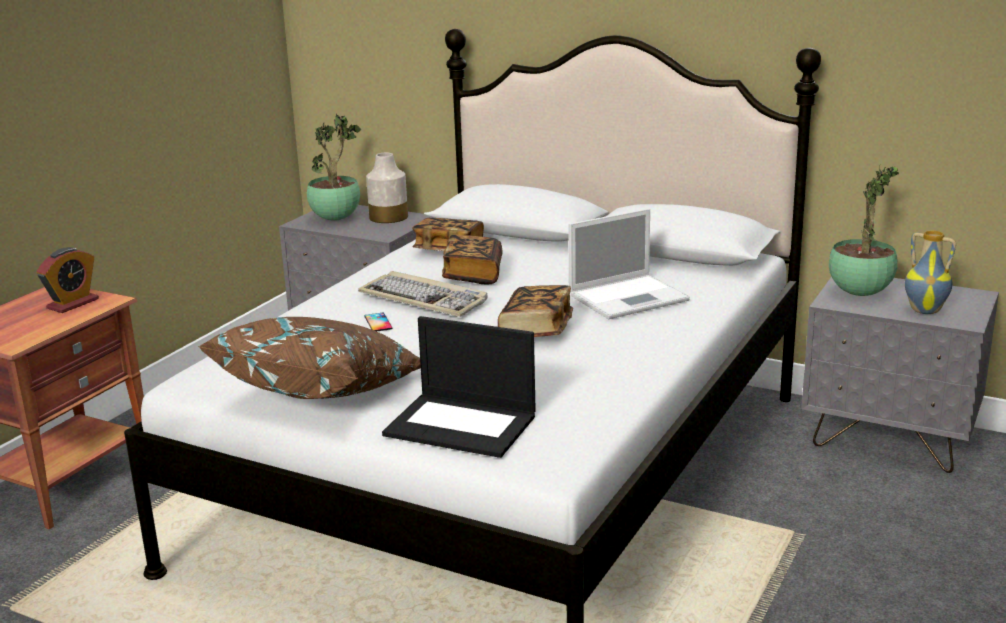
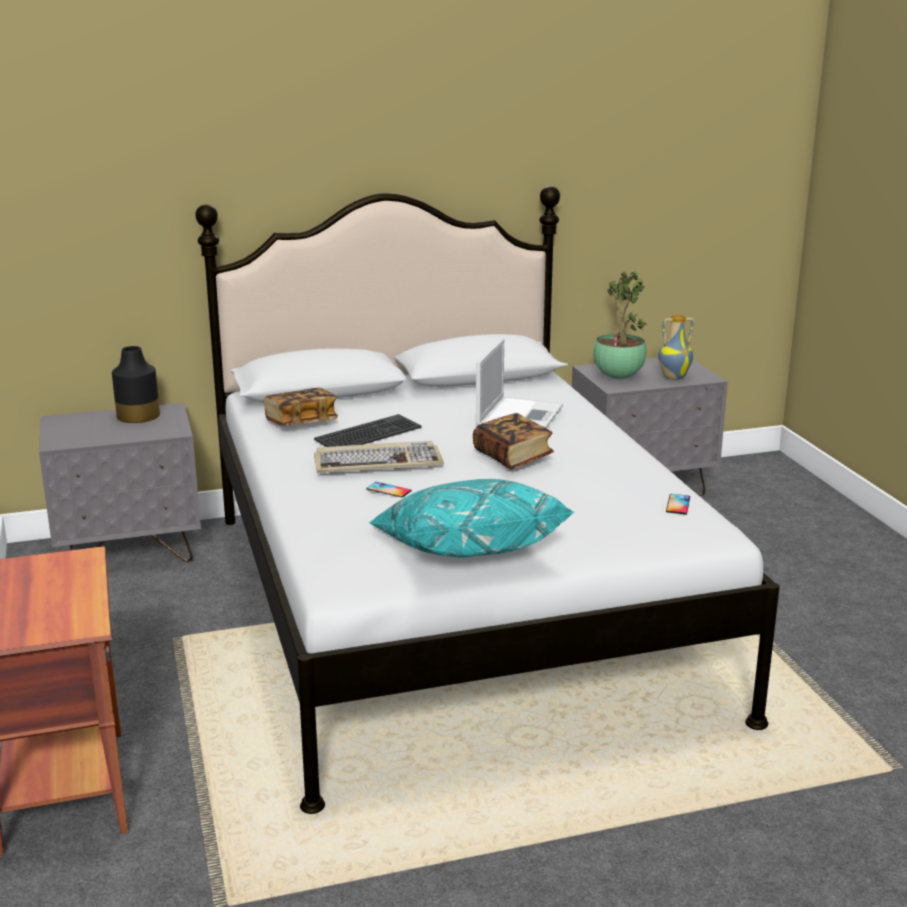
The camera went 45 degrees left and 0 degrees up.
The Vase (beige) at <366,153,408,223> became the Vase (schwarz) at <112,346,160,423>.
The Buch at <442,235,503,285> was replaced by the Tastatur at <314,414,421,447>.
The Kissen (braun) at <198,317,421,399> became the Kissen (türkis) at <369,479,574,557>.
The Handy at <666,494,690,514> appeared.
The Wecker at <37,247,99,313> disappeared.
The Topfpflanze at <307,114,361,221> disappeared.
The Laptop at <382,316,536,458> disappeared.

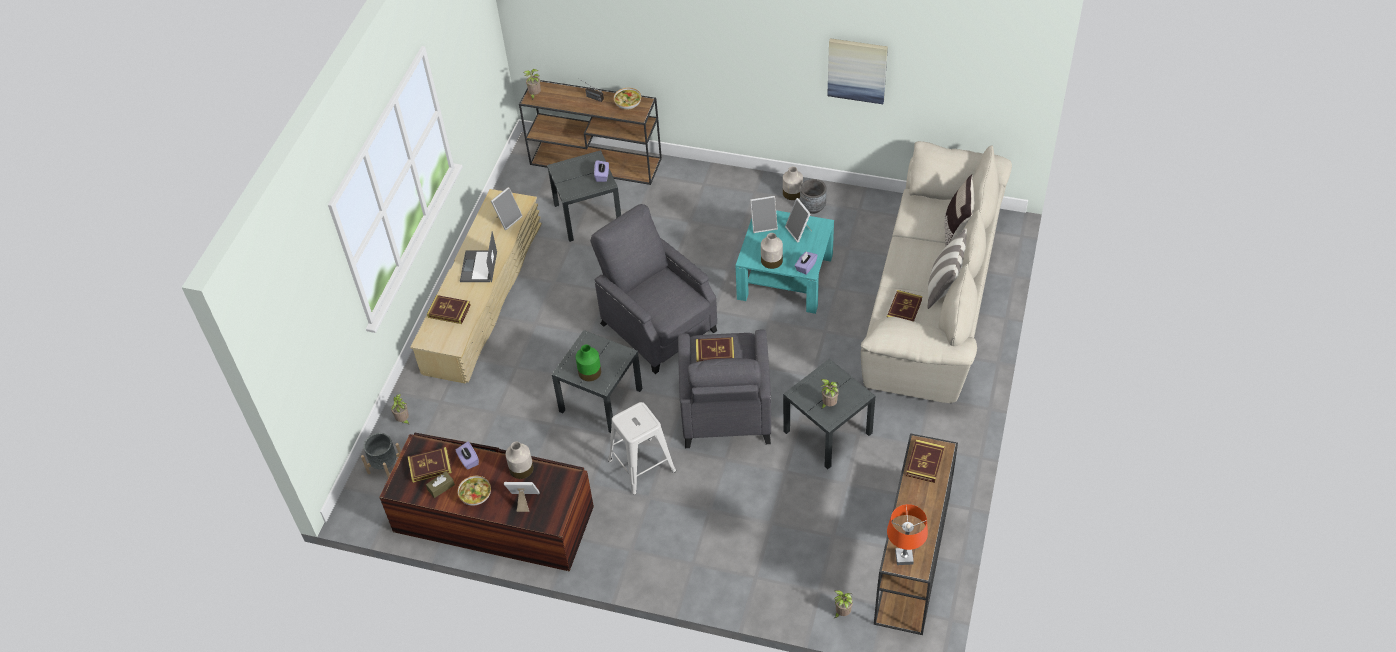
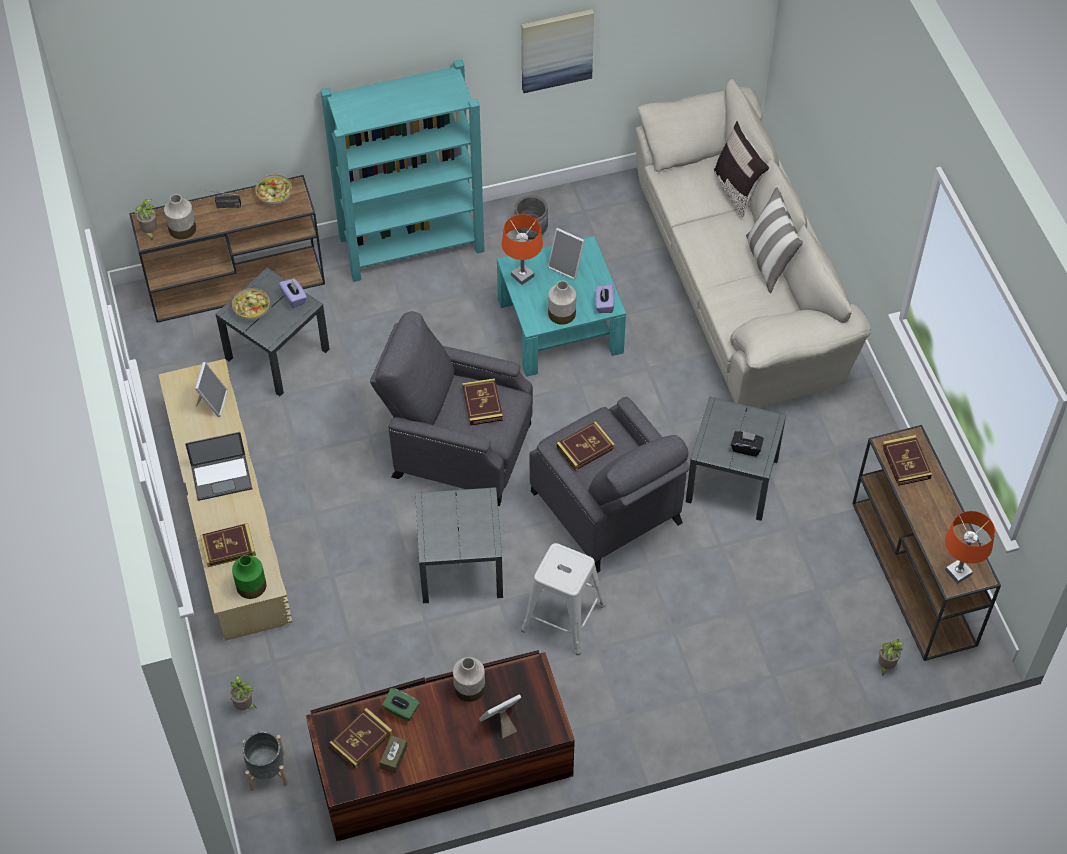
The camera went 35 degrees left and 5 degrees up.
The Vase (beige) moved from <783,166,803,200> to <164,194,196,239>.
The Laptop at <460,231,497,282> turned 75 degrees counterclockwise.
The Schüssel moved from <458,476,491,506> to <232,288,270,320>.
The Vase (grün) moved from <576,345,601,381> to <232,555,266,599>.
The Bücherregal (türkis) at <321,60,485,282> appeared.
The Taschentuchbox (lila) at <456,442,479,470> became the Taschentuchbox (grün) at <382,688,420,721>.
The Buch moved from <887,290,922,322> to <462,378,503,426>.
The Bilderrahmen at <750,196,778,233> was replaced by the Tischlampe (orange) at <502,214,543,285>.
The Topfpflanze at <820,379,839,409> was replaced by the Taschentuchbox (schwarz) at <731,431,764,457>.

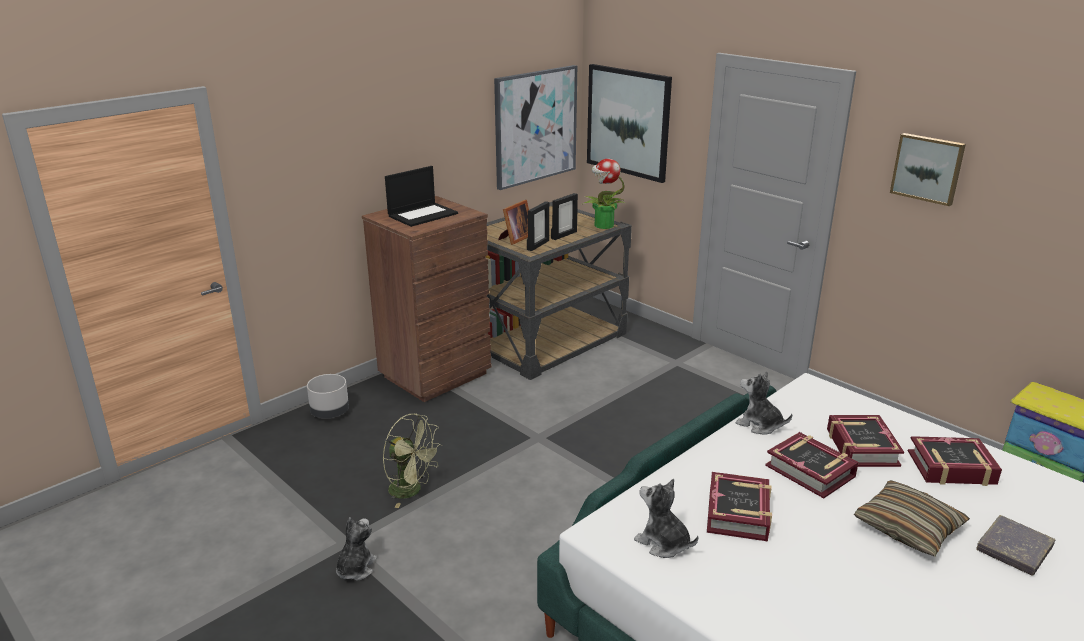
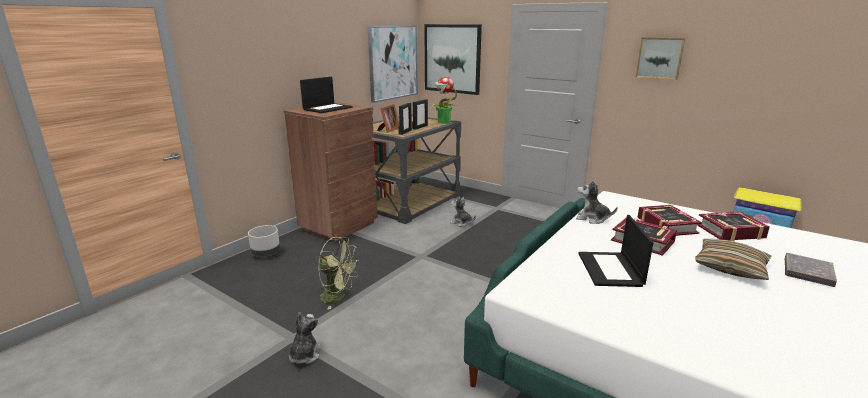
The camera went 10 degrees left and 5 degrees down.
The Plüschtier moved from <634,479,699,558> to <450,196,476,227>.
The Buch at <707,472,772,542> was replaced by the Laptop at <578,215,654,287>.

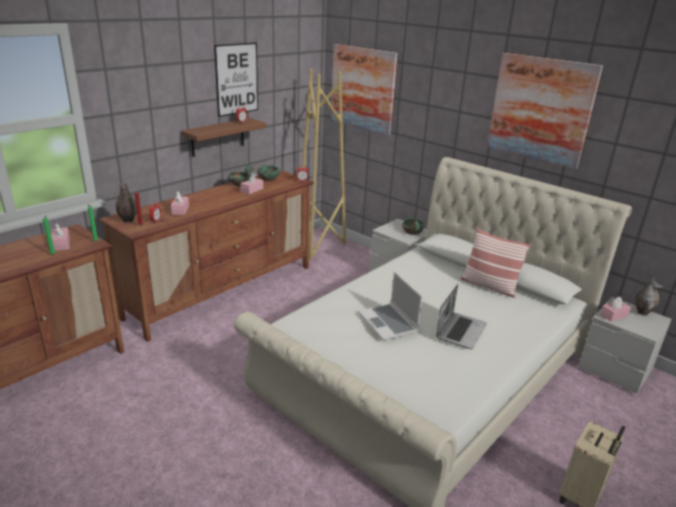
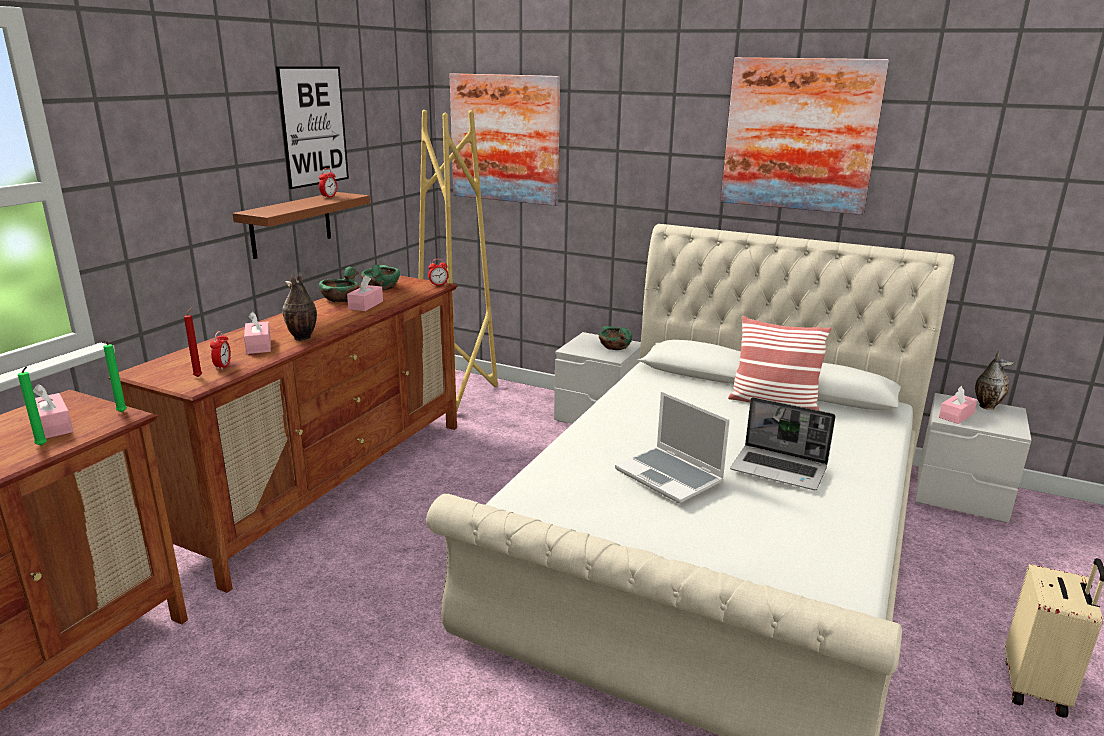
The camera went 15 degrees left and 5 degrees down.
The Vase moved from <116,182,137,223> to <282,273,317,341>.
The Laptop at <436,284,487,349> turned 105 degrees clockwise.

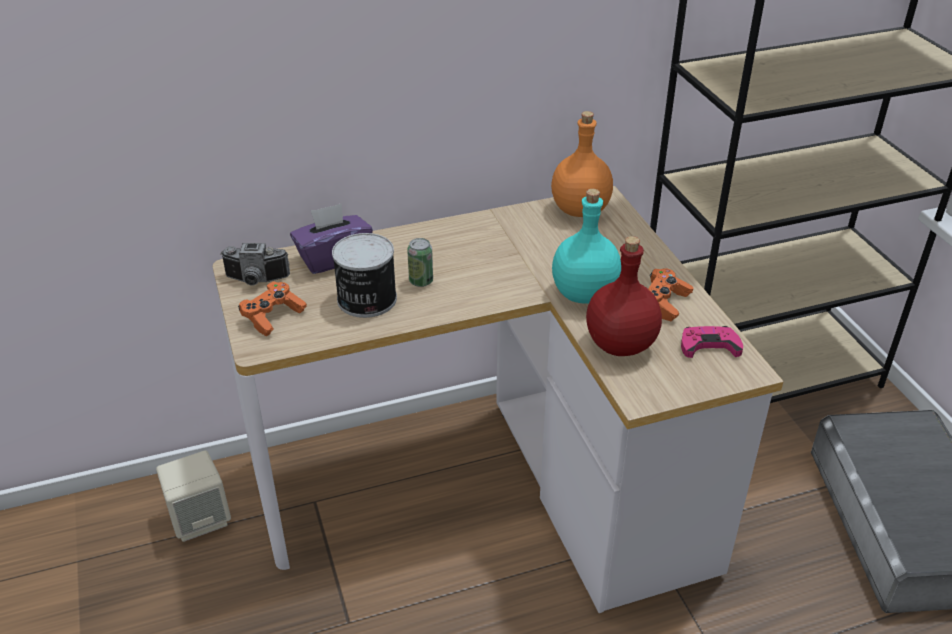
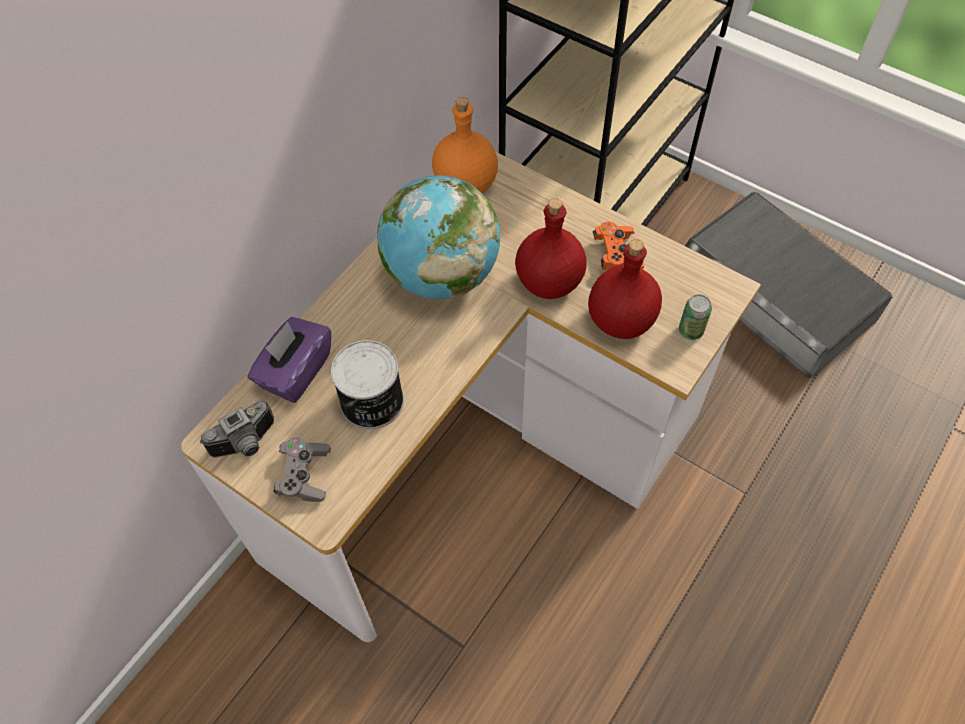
The camera went 35 degrees left and 20 degrees up.
The Gamepad (orange) at <238,282,307,336> became the Gamepad (grau) at <273,437,331,502>.
The Globus at <377,175,500,299> appeared.
The Flasche (türkis) at <552,189,621,304> became the Flasche (rot) at <515,198,587,299>.
The Dose moved from <407,238,433,287> to <679,295,712,340>.
The Lautsprecher (beige) at <156,450,231,542> disappeared.
The Gamepad (rosa) at <681,326,743,358> disappeared.

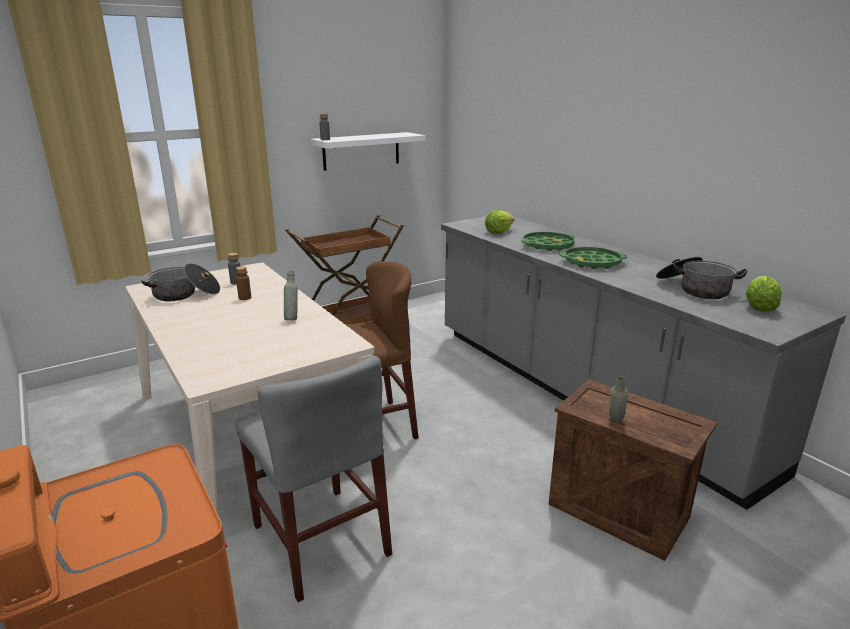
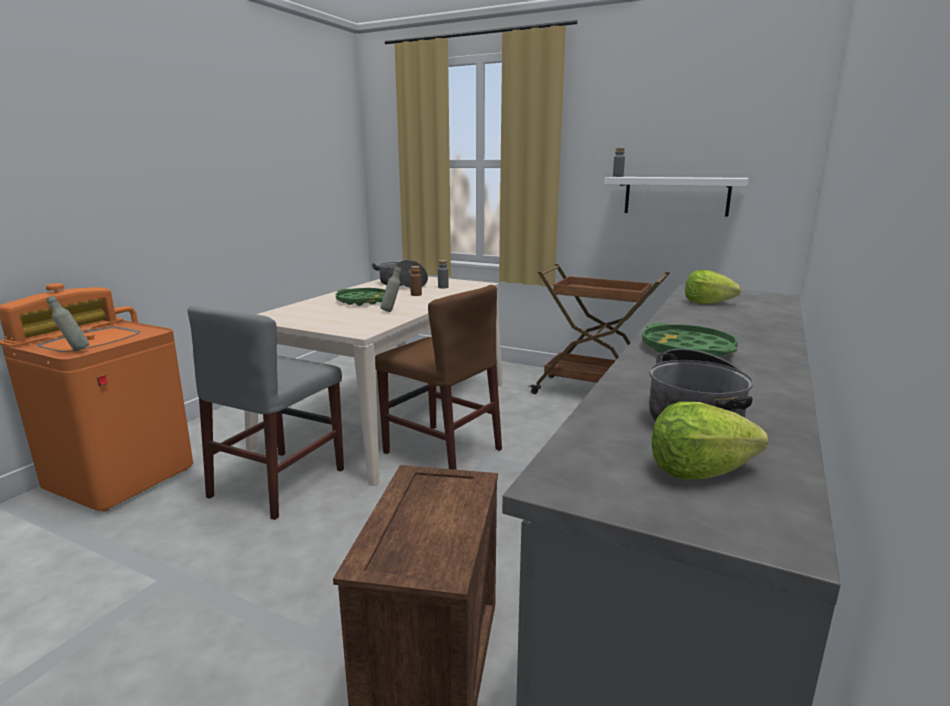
The camera went 60 degrees right and 5 degrees down.
The Flasche (grau) moved from <609,376,628,422> to <46,296,89,352>.
The Tablett (grün) moved from <521,232,575,251> to <336,288,385,306>.

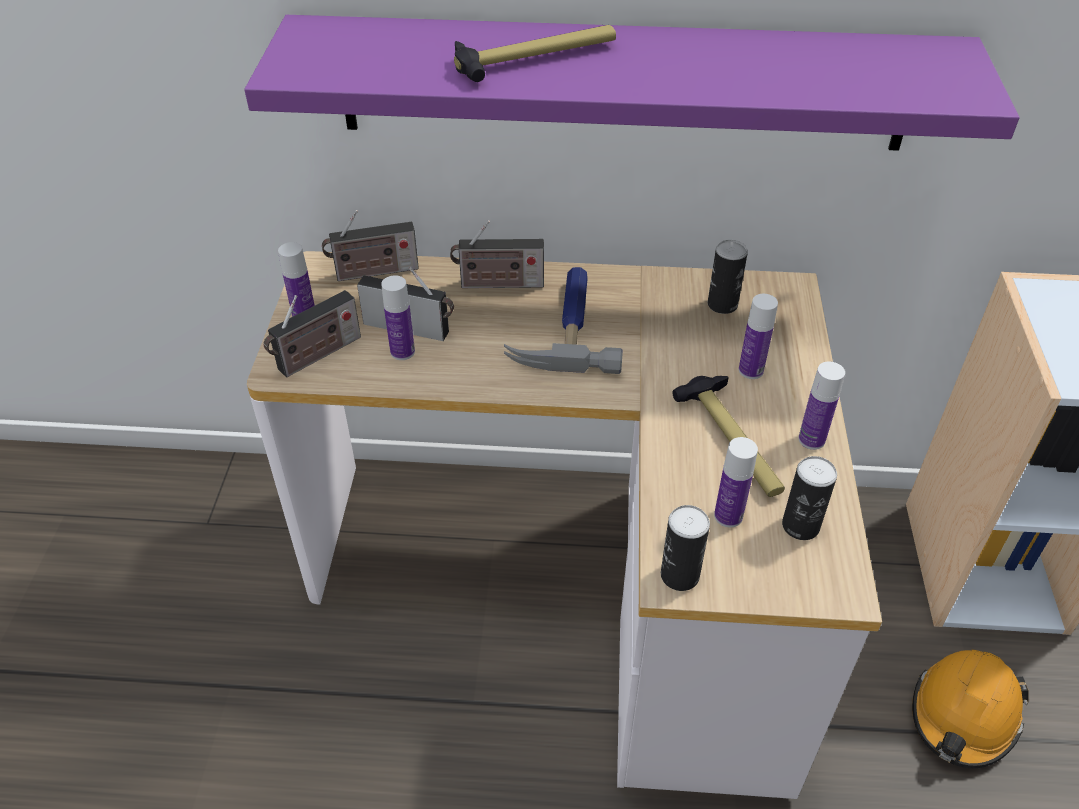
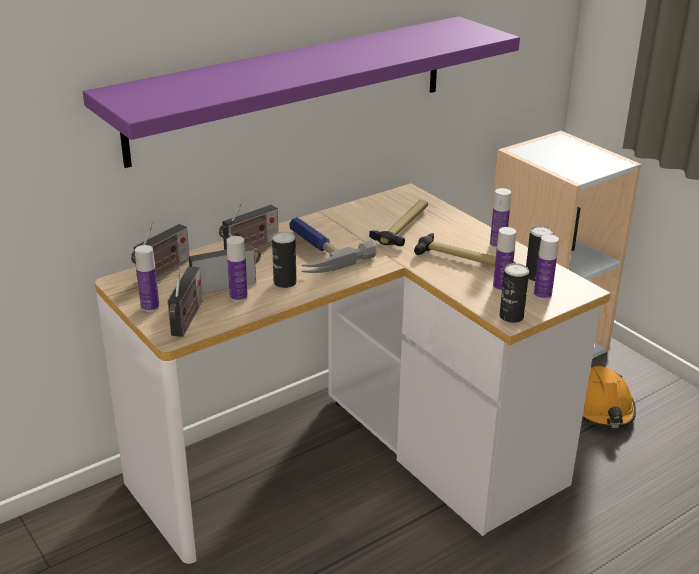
The camera went 40 degrees left and 15 degrees down.
The Dose moved from <708,240,748,314> to <272,231,296,288>.
The Hammer moved from <454,25,616,82> to <369,200,428,246>.
The Flasche moved from <739,294,778,379> to <534,234,559,300>.

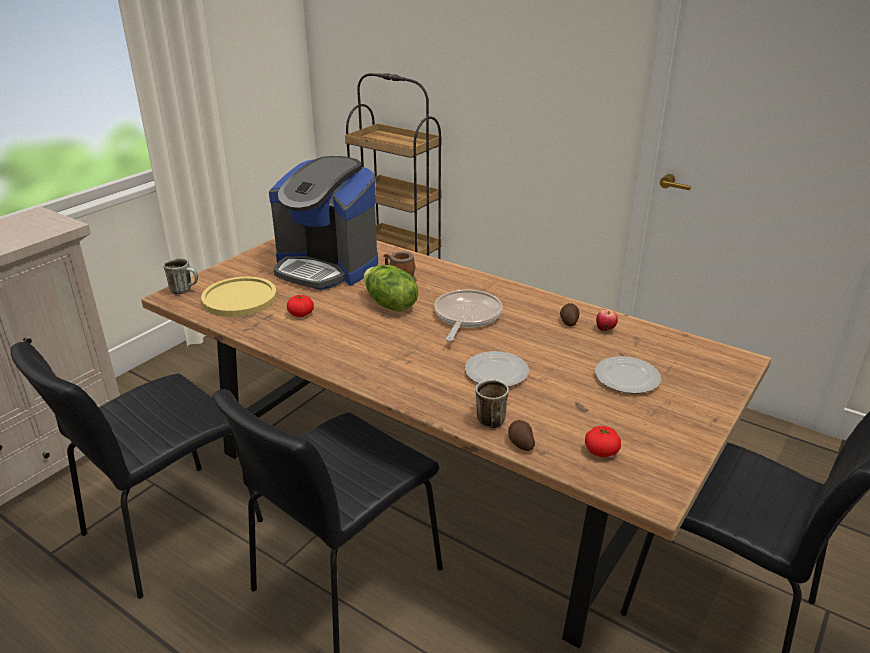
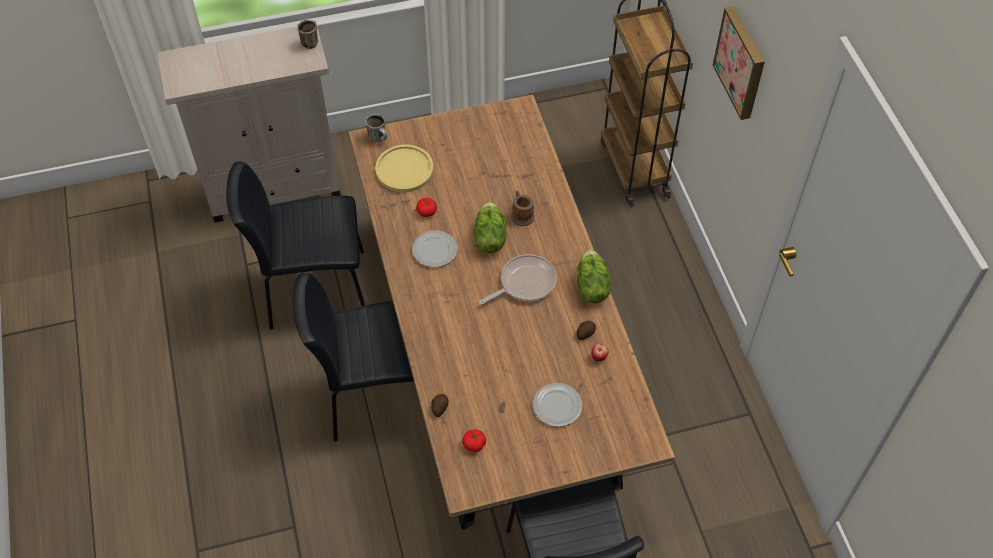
The camera went 40 degrees right and 25 degrees up.
The Henkelbecher moved from <475,379,509,428> to <297,20,318,49>.
The Teller moved from <465,351,529,387> to <412,230,457,267>.
The Salatkopf at <577,249,611,303> appeared.
The Bild at <713,6,765,120> appeared.
The Kaffeemaschine at <269,156,378,290> disappeared.

